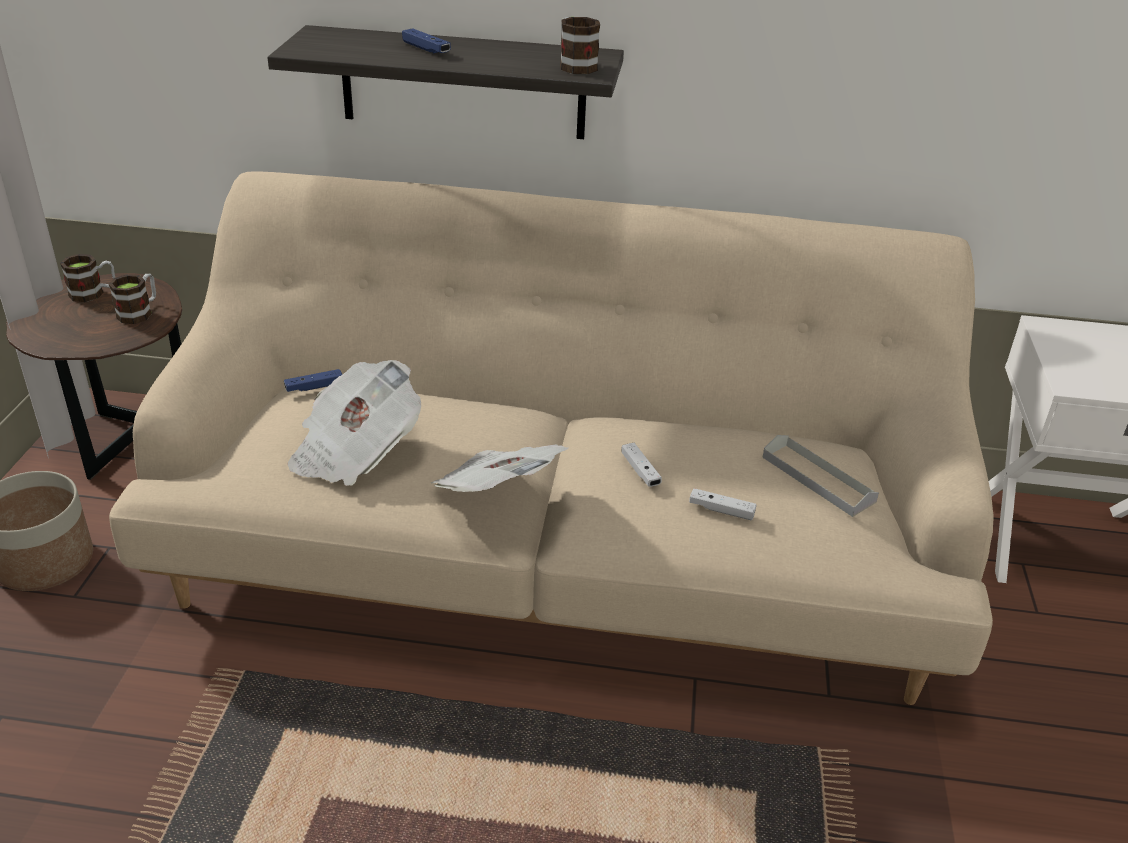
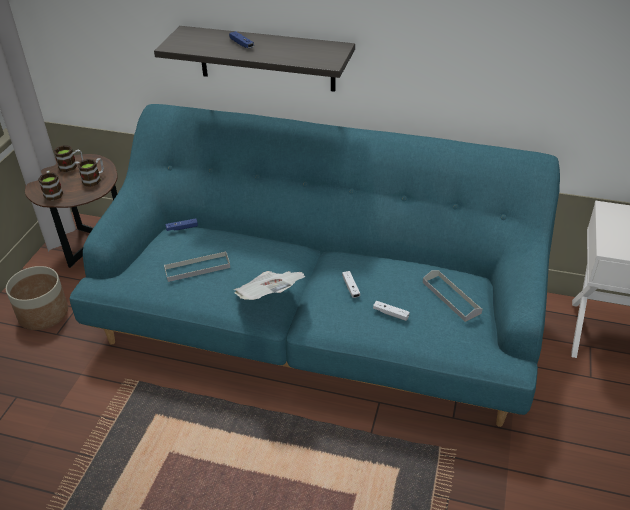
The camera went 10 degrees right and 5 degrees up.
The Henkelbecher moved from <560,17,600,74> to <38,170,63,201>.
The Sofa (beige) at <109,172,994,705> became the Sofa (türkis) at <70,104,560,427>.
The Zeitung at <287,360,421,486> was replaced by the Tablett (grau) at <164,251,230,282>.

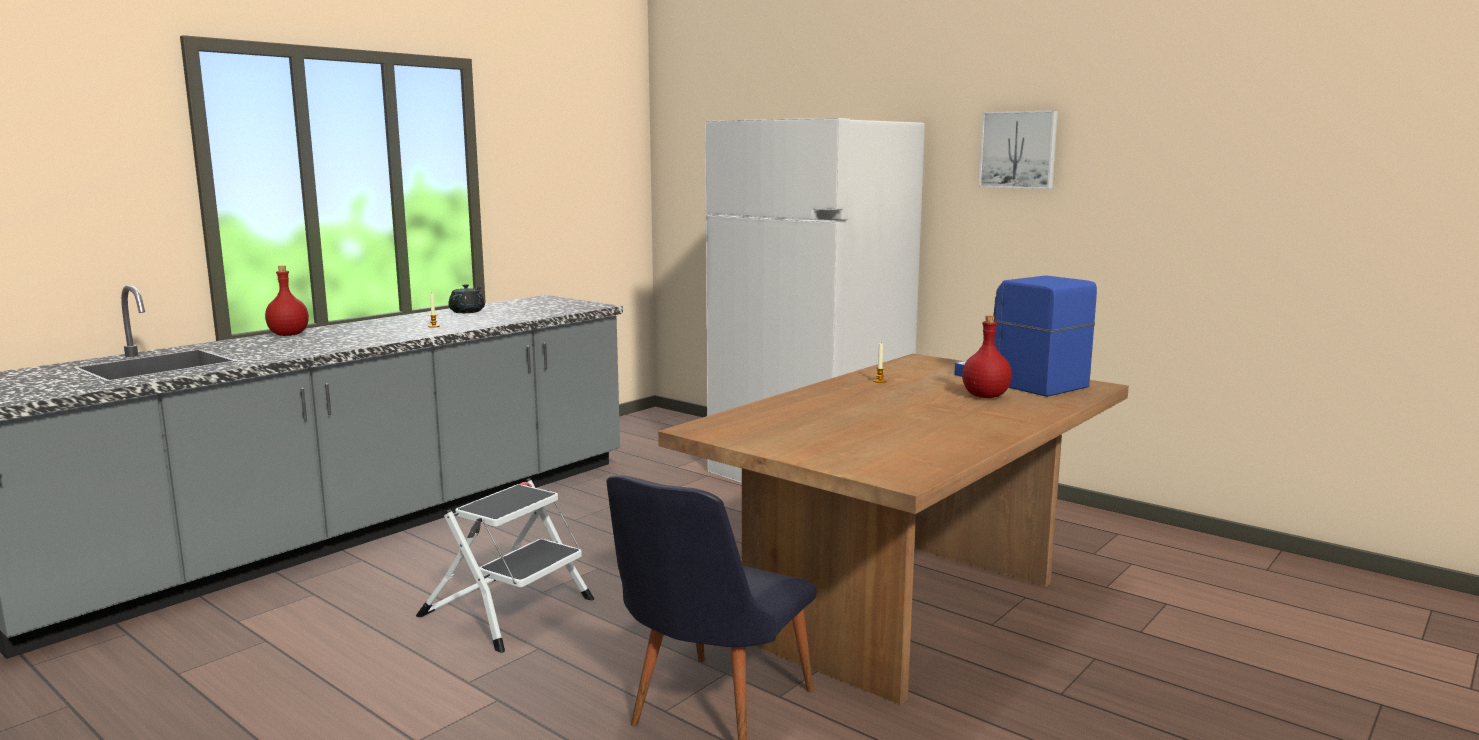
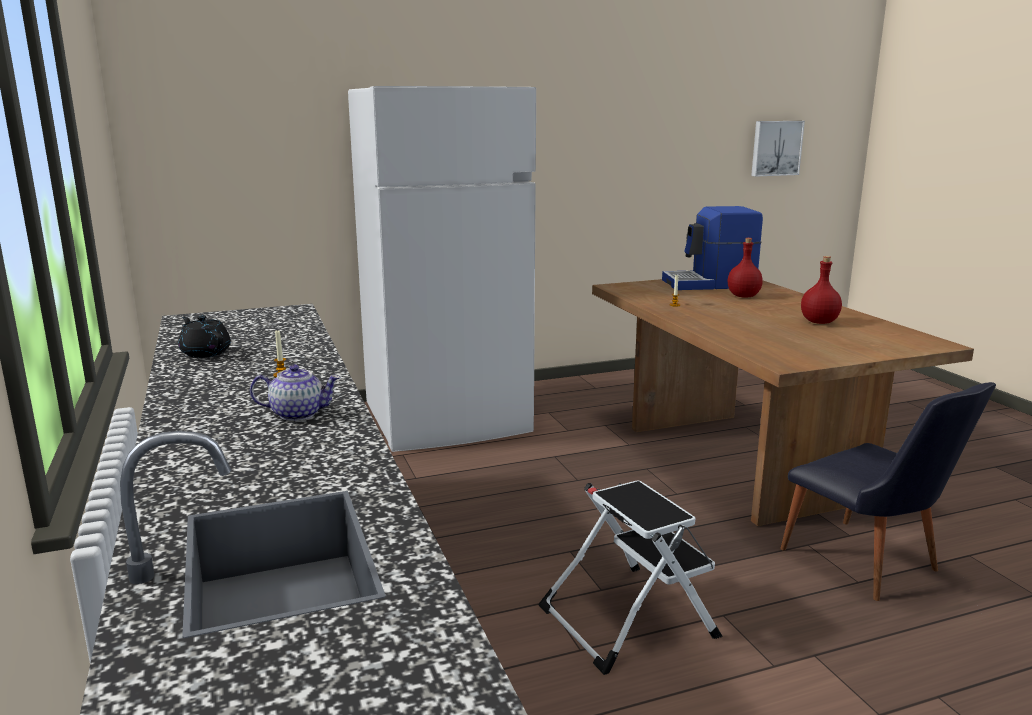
The camera went 60 degrees left and 5 degrees up.
The Teekanne at <250,364,340,421> appeared.
The Bild moved from <979,110,1058,189> to <751,121,805,177>.
The Flasche (rot) moved from <265,266,309,336> to <801,256,842,324>.

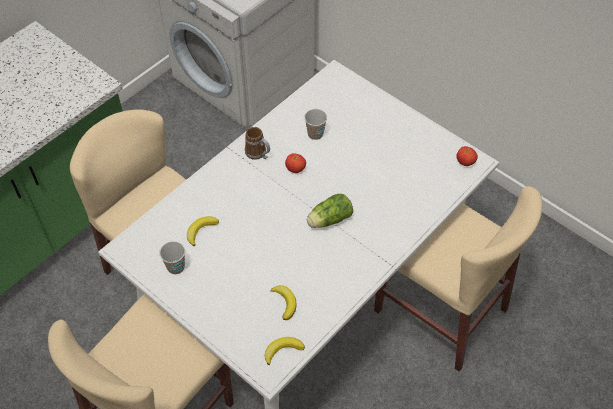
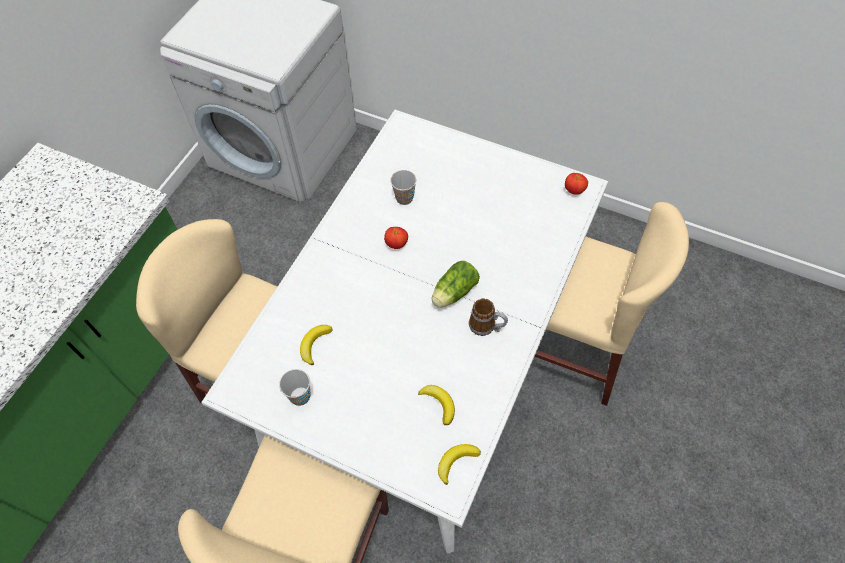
The camera went 15 degrees left and 5 degrees up.
The Henkelbecher moved from <245,127,270,160> to <469,298,508,336>.

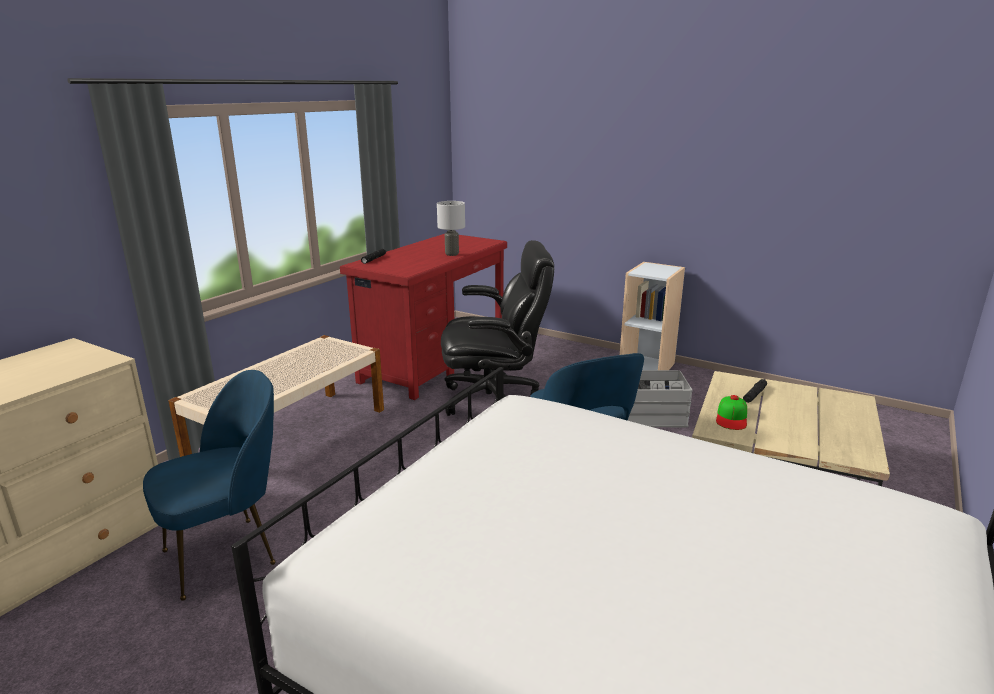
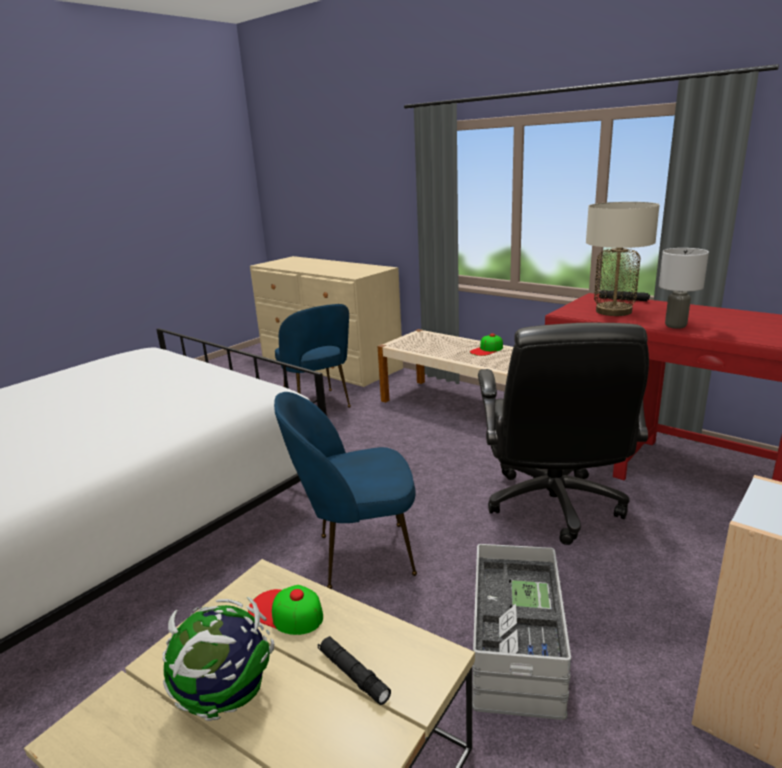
The camera went 100 degrees right and 0 degrees up.
The Globus at <162,597,274,721> appeared.
The Kappe at <470,334,503,356> appeared.
The Tischlampe at <586,202,660,316> appeared.

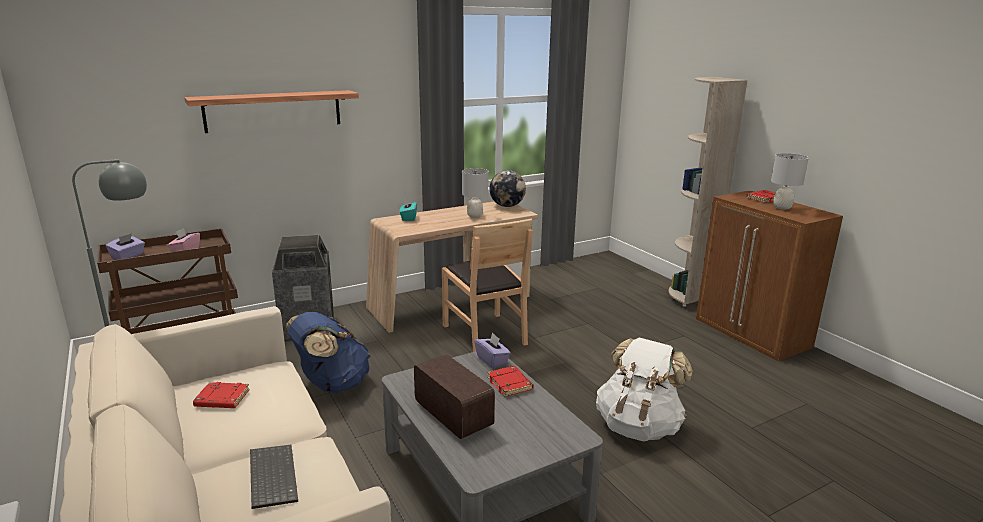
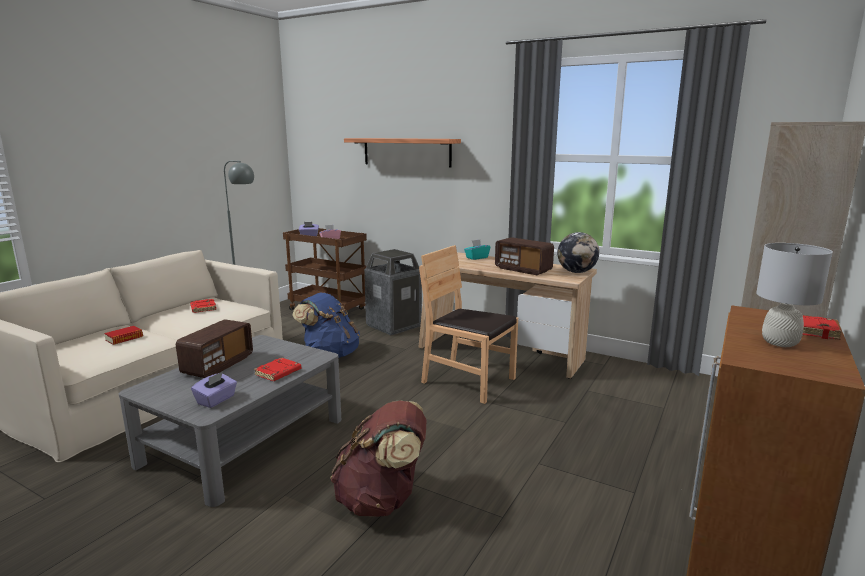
The camera went 60 degrees right and 5 degrees down.
The Tastatur at <250,445,298,509> was replaced by the Buch at <104,326,143,345>.
The Taschentuchbox (lila) moved from <475,333,511,368> to <191,372,237,408>.
The Rucksack (weiß) at <596,337,693,441> became the Rucksack (braun) at <330,400,426,517>.
The Stuhl (braun) at <442,219,533,352> turned 90 degrees clockwise.
The Tischlampe (grau) at <462,168,488,218> was replaced by the Radio at <495,237,554,275>.

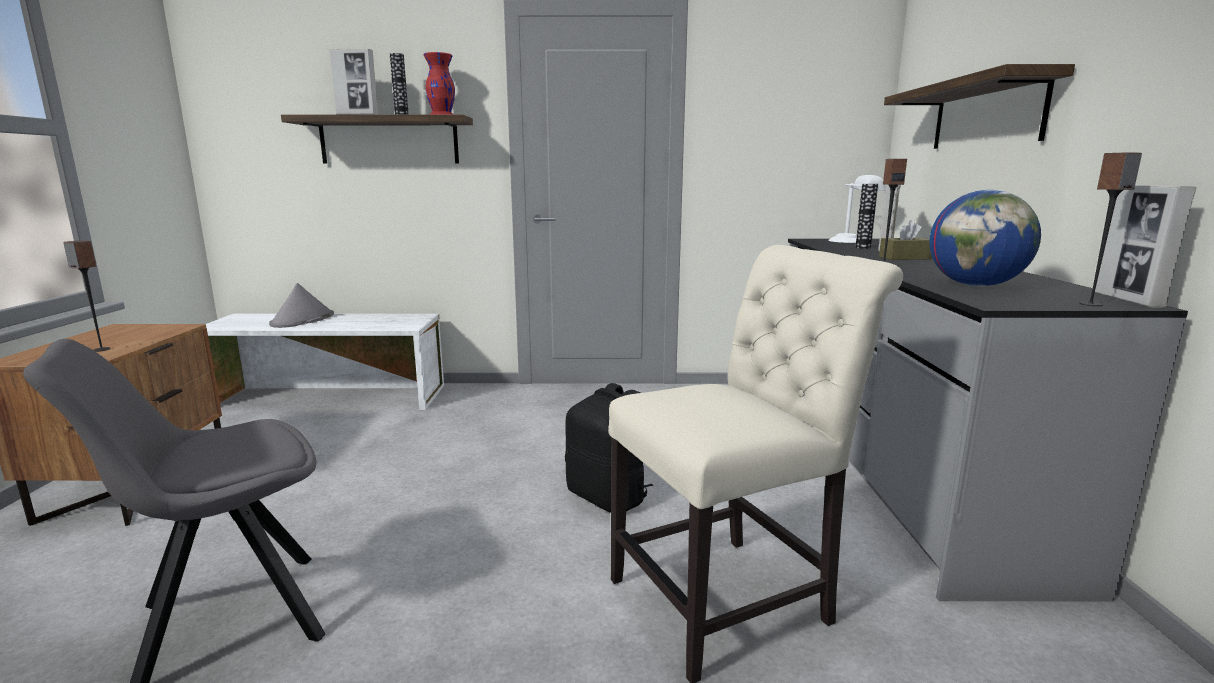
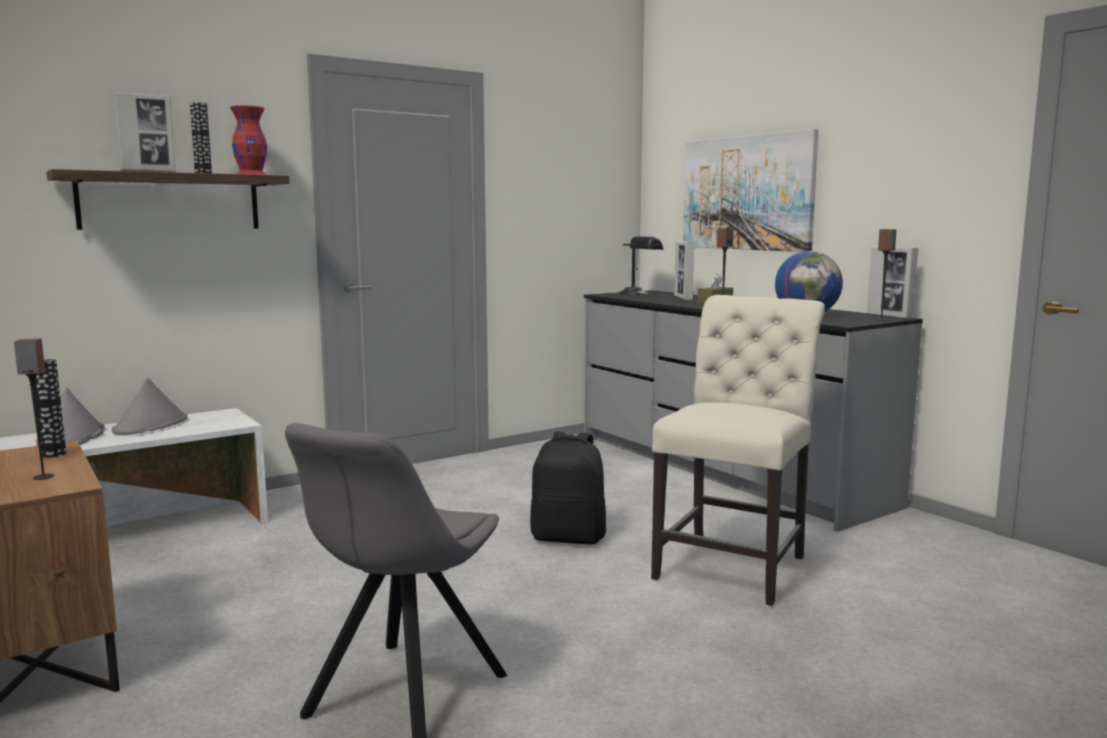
The camera went 35 degrees left and 5 degrees down.
The Vase moved from <855,184,878,249> to <36,359,66,458>.
The Hut (grau) at <112,378,187,435> appeared.
The Tischlampe (weiß) at <828,175,886,243> became the Tischlampe (schwarz) at <618,236,664,295>.
The Wandregal at <884,64,1075,149> was replaced by the Bild at <683,129,818,252>.

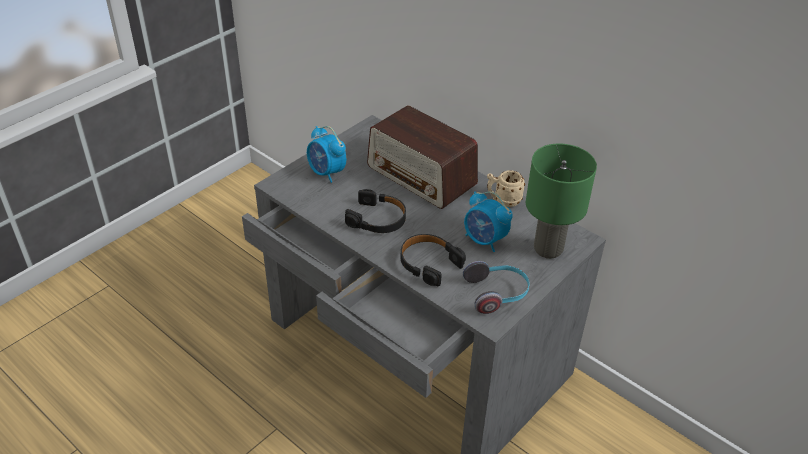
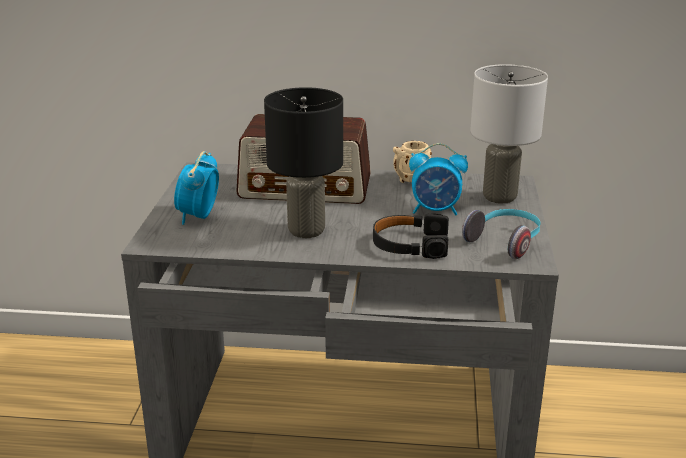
The camera went 35 degrees left and 15 degrees down.
The Wecker at <307,126,346,183> turned 90 degrees clockwise.
The Kopfhörer (schwarz) at <345,189,406,233> was replaced by the Tischlampe (schwarz) at <264,87,343,238>.
The Tischlampe (grün) at <526,143,597,259> became the Tischlampe (weiß) at <470,64,548,204>.

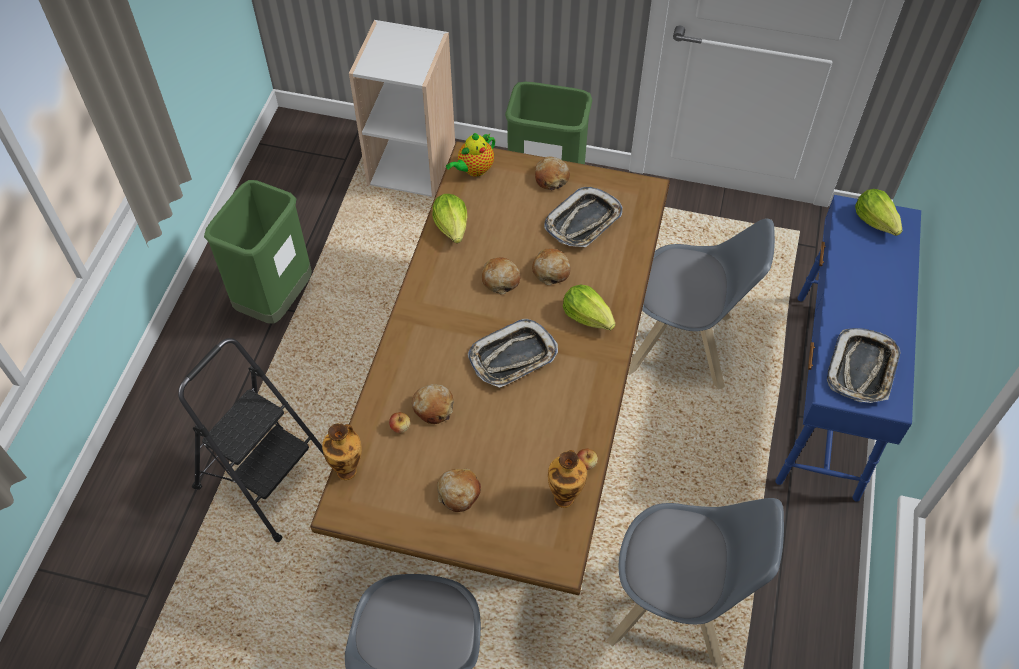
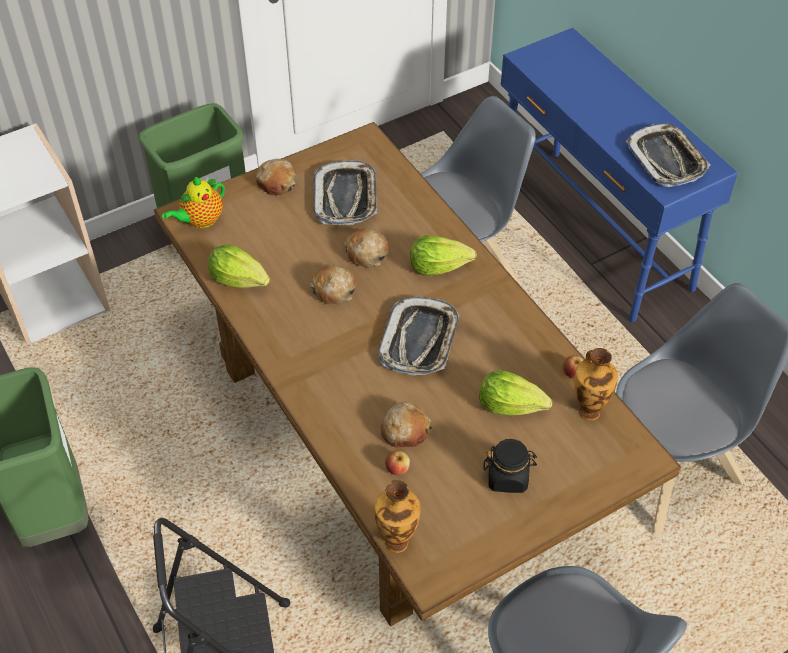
The camera went 45 degrees left and 5 degrees down.
The Teekanne at <446,133,495,176> turned 45 degrees clockwise.
The Salatkopf moved from <855,189,902,236> to <479,370,552,415>.
The Brot at <437,468,481,512> was replaced by the Vorratsglas (schwarz) at <484,439,537,493>.

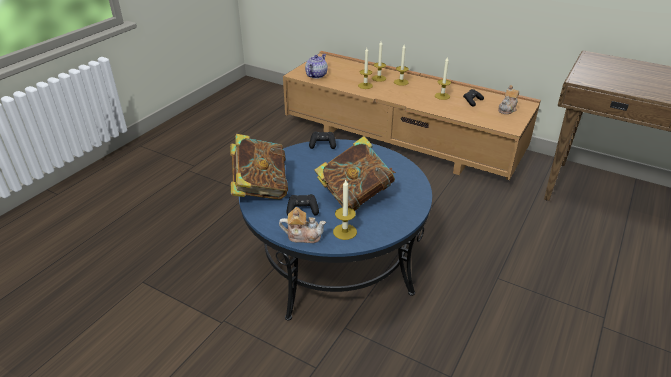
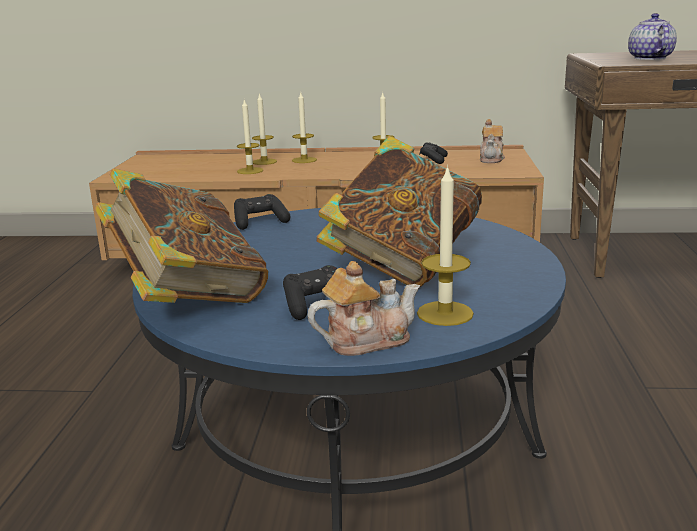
The camera went 25 degrees left and 15 degrees down.
The Teekanne moved from <305,54,328,79> to <628,13,677,60>.

